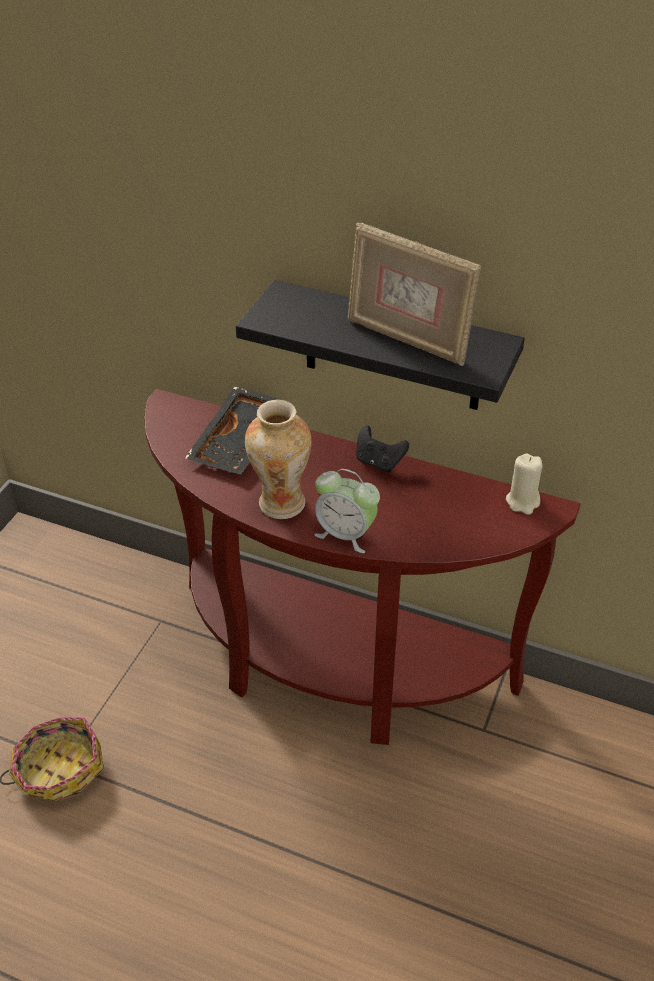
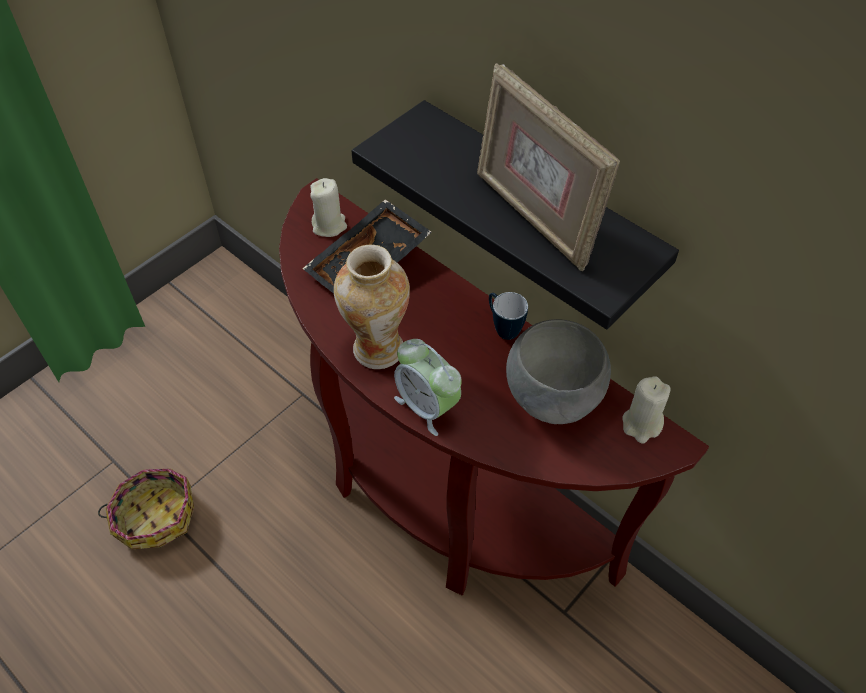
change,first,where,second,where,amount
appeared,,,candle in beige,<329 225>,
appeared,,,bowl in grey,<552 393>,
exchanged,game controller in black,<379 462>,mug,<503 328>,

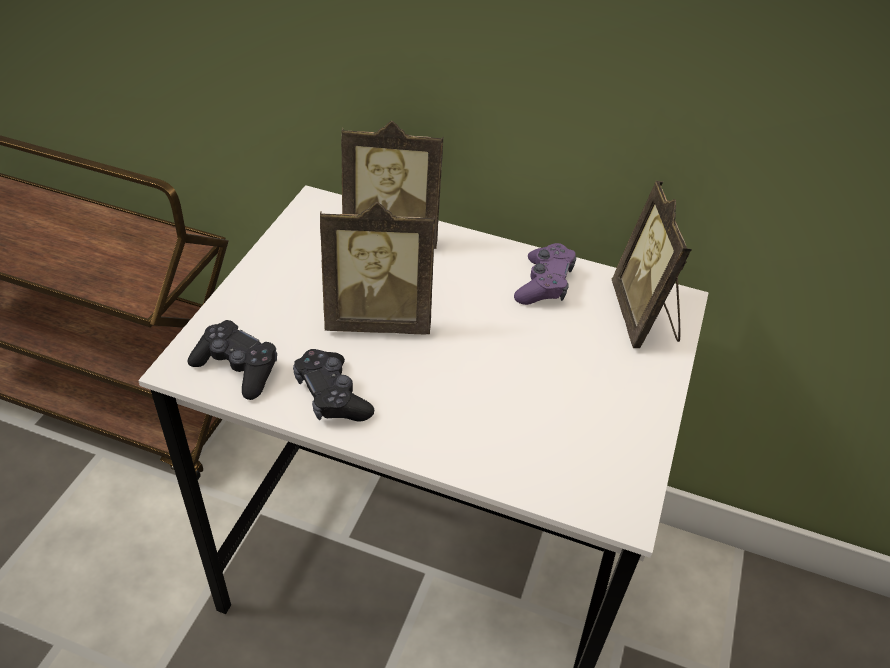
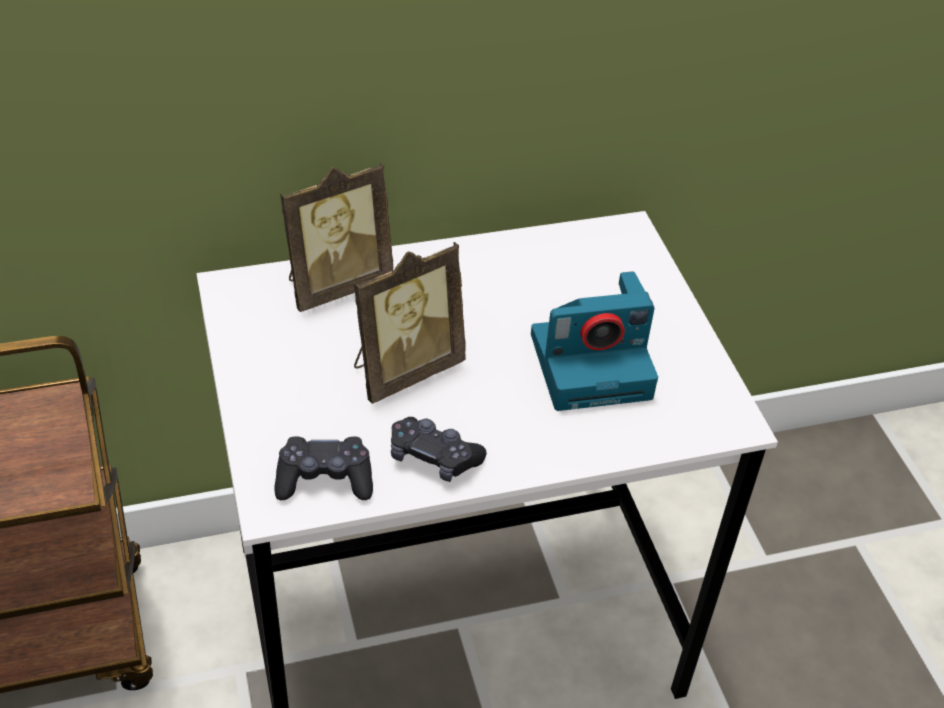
change,first,where,second,where,amount
missing,game controller in purple,<544 284>,,,
missing,picture frame,<644 317>,,,
appeared,,,photo camera,<593 364>,

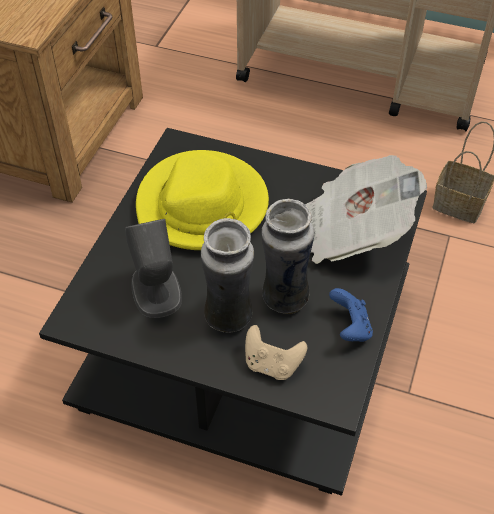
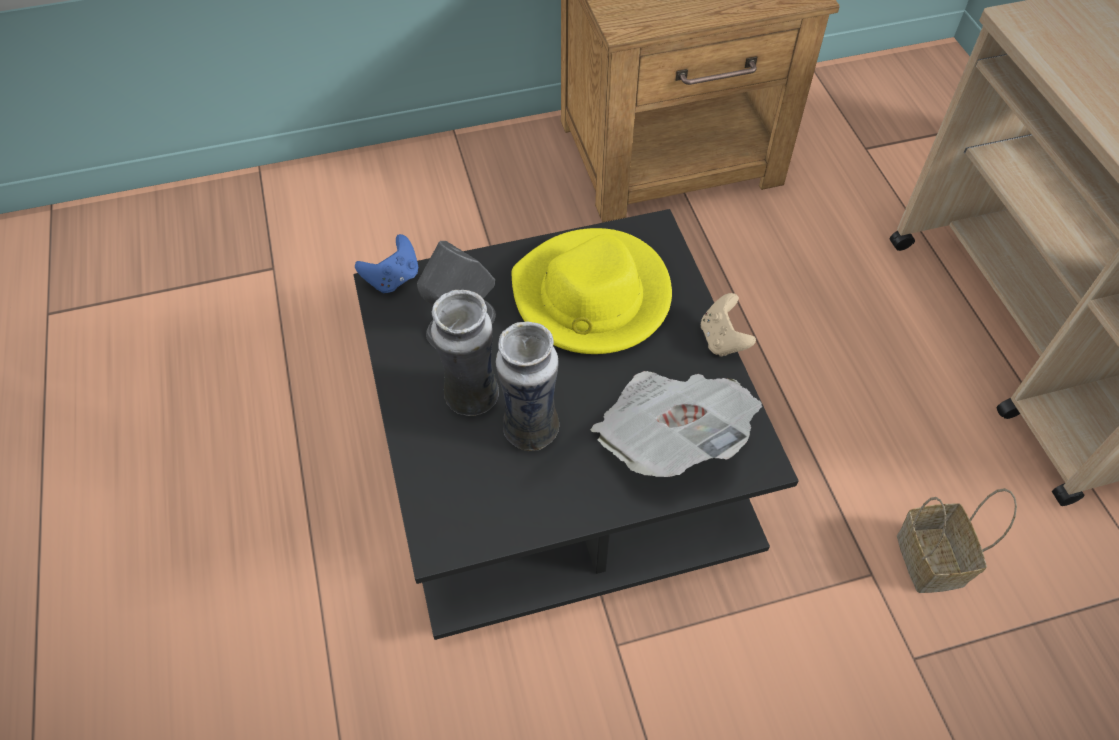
change,first,where,second,where,amount
relocated,game controller in beige,<272 364>,,<722 339>,
relocated,game controller in blue,<350 328>,,<393 279>,

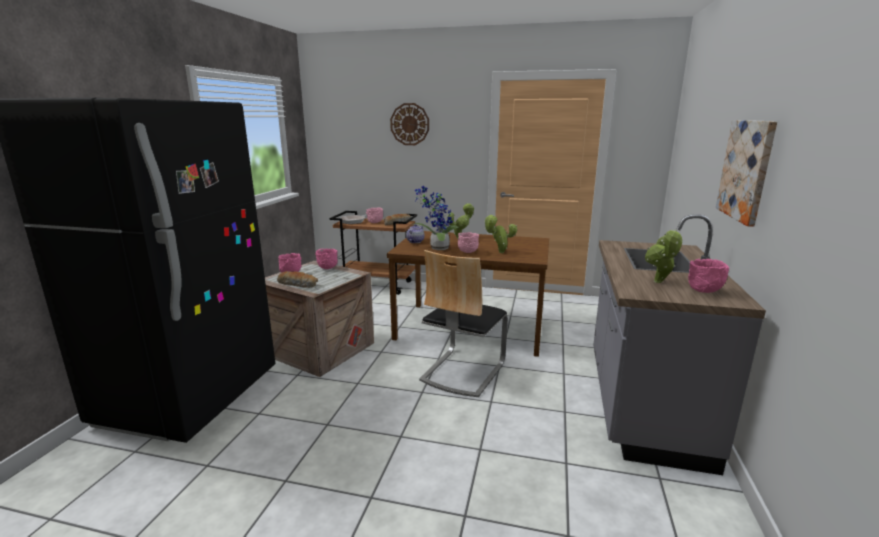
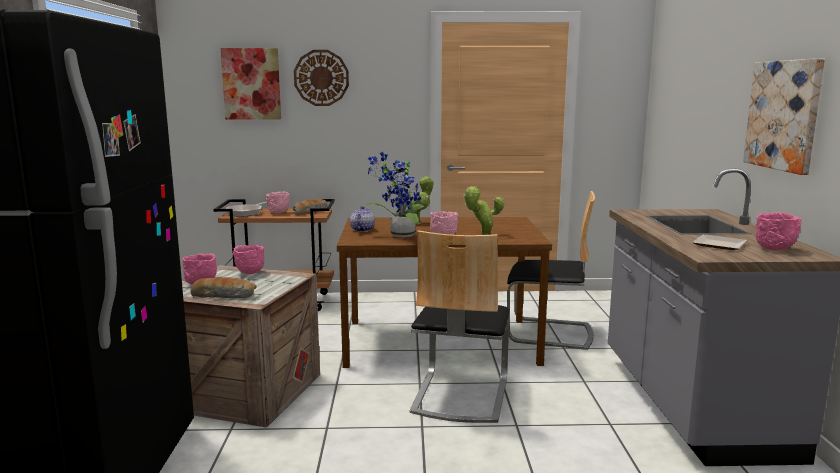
change,first,where,second,where,amount
appeared,,,picture,<251 84>,
appeared,,,chair,<549 333>,
exchanged,potted plant,<659 282>,plate,<721 245>,

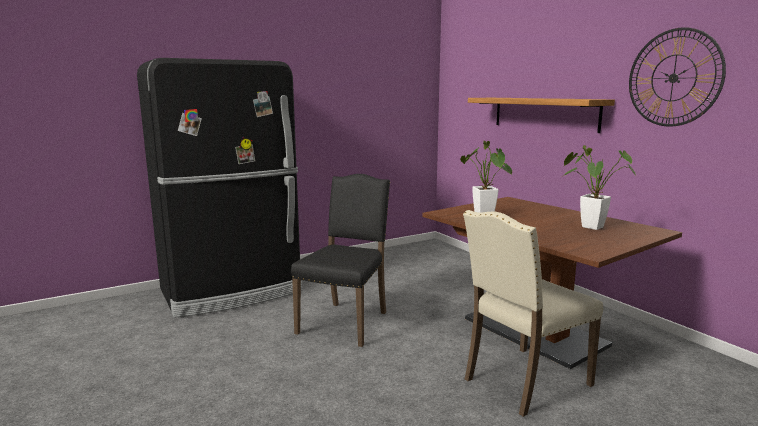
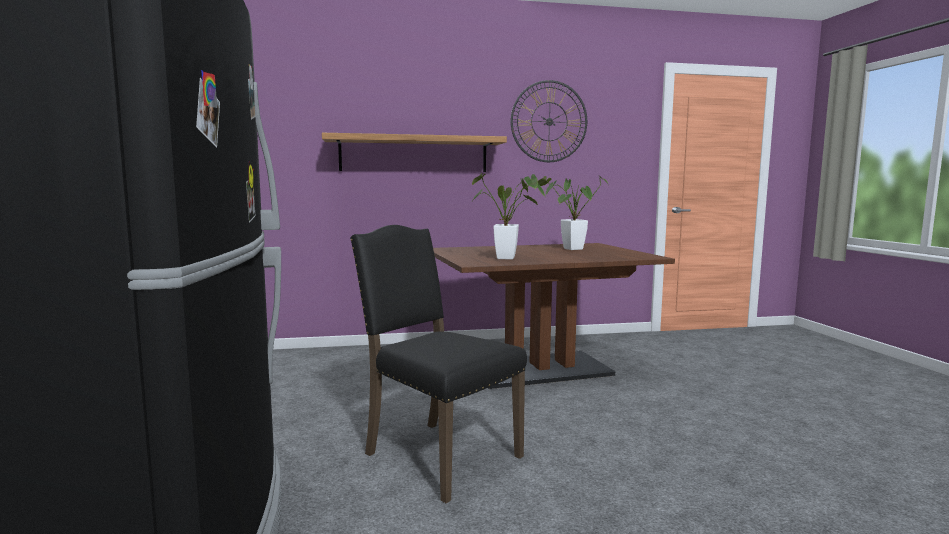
change,first,where,second,where,amount
missing,chair in beige,<523 381>,,,

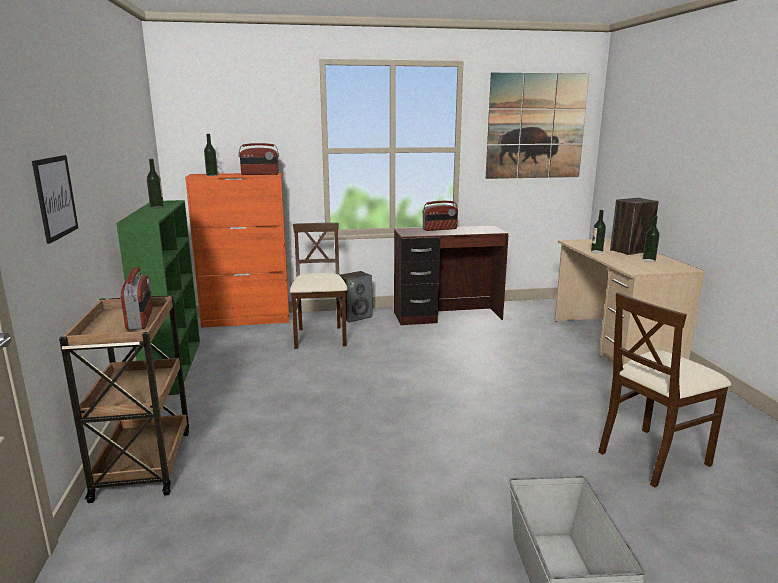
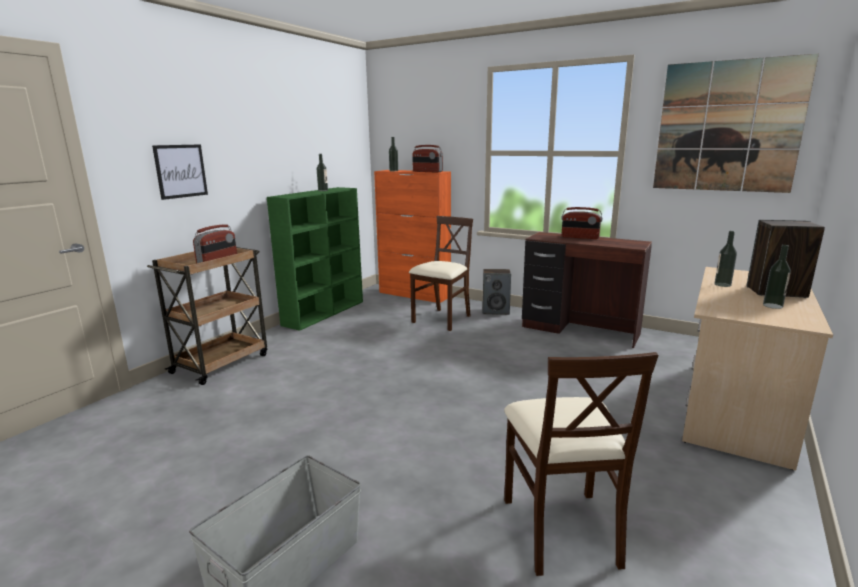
change,first,where,second,where,amount
spun,chair in beige,<652 456>,,<561 529>,105 degrees counterclockwise

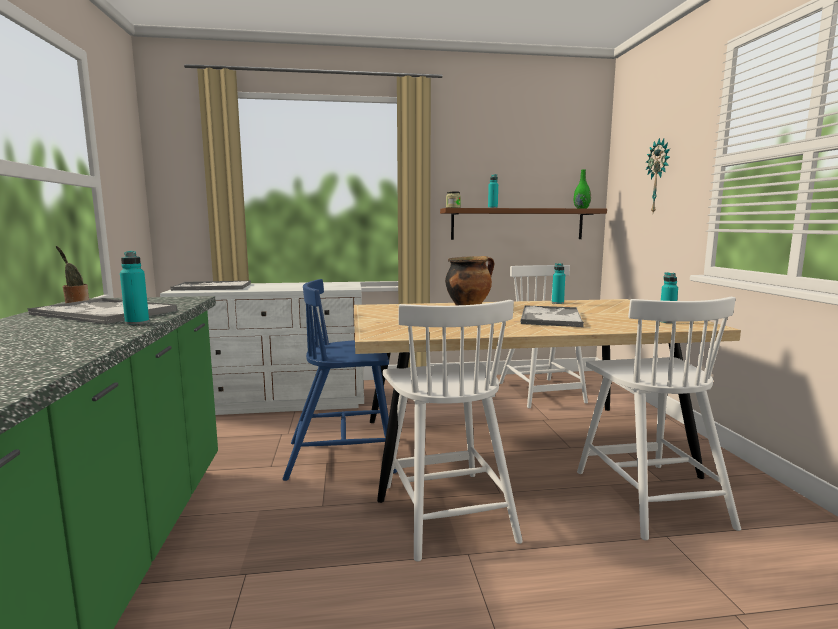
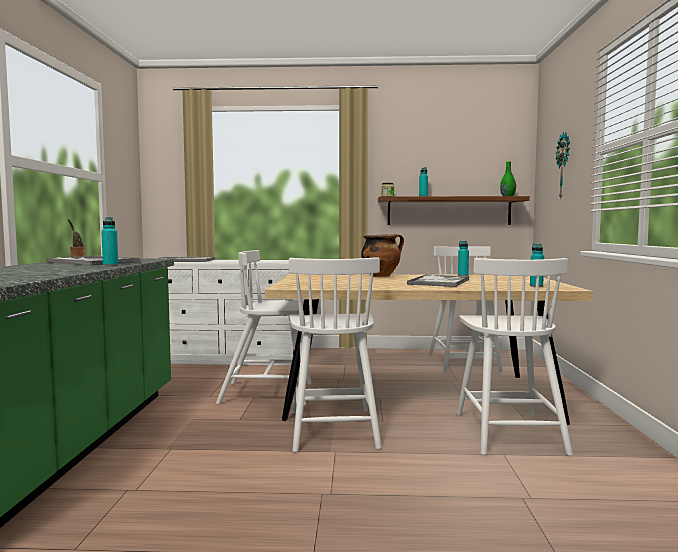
change,first,where,second,where,amount
colour,chair in blue,<343 456>,chair in white,<268 393>,

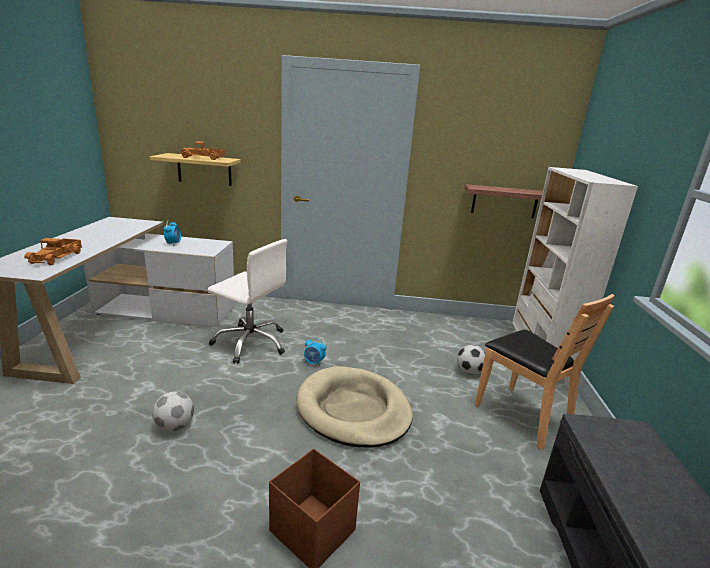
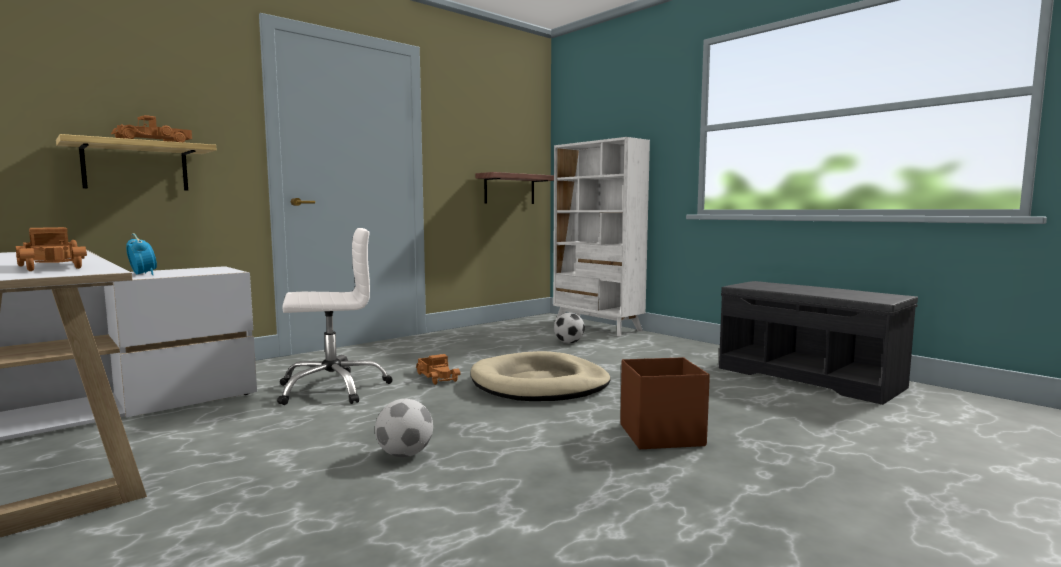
change,first,where,second,where,amount
missing,chair in brown,<521 416>,,,
exchanged,alarm clock,<314 363>,toy truck,<438 376>,

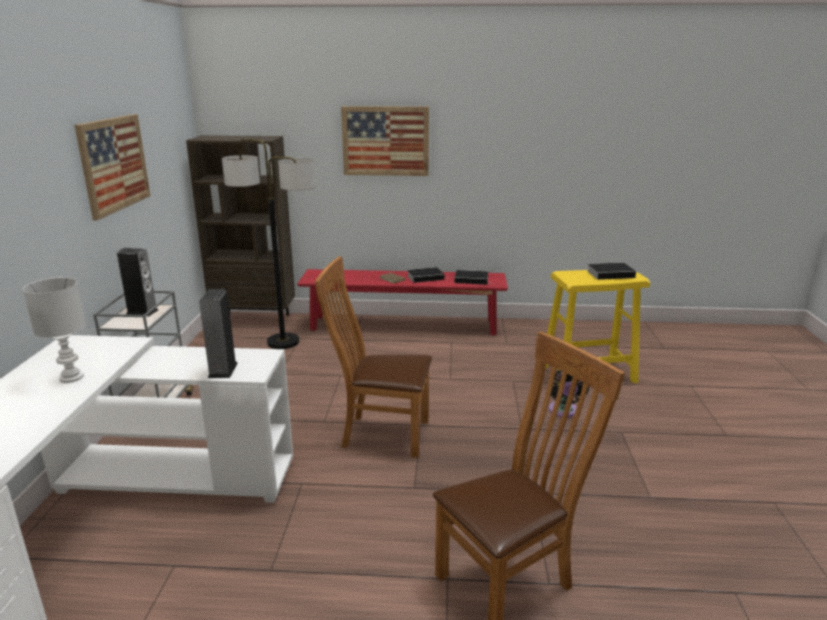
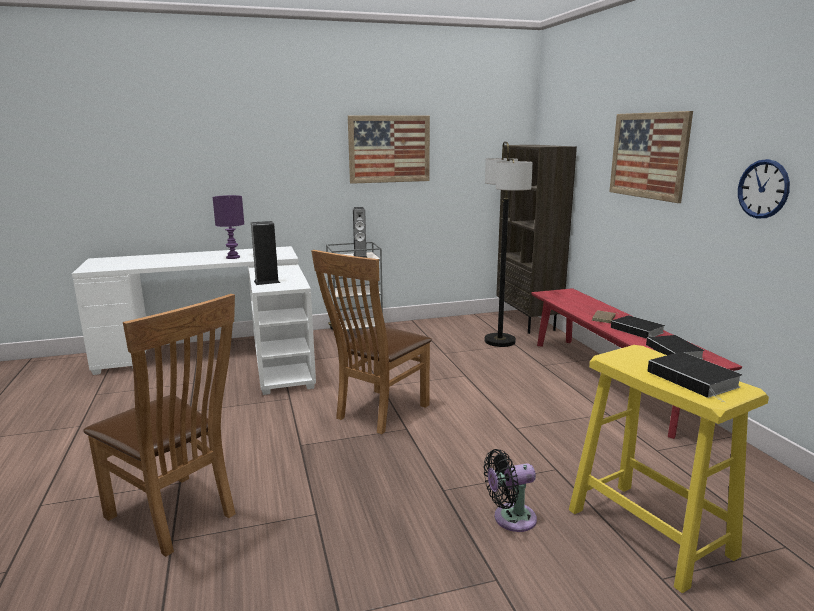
change,first,where,second,where,amount
appeared,,,wall clock,<763 189>,
colour,table lamp in white,<72 377>,table lamp in purple,<233 257>,
spun,chair in brown,<380 433>,,<378 413>,135 degrees counterclockwise

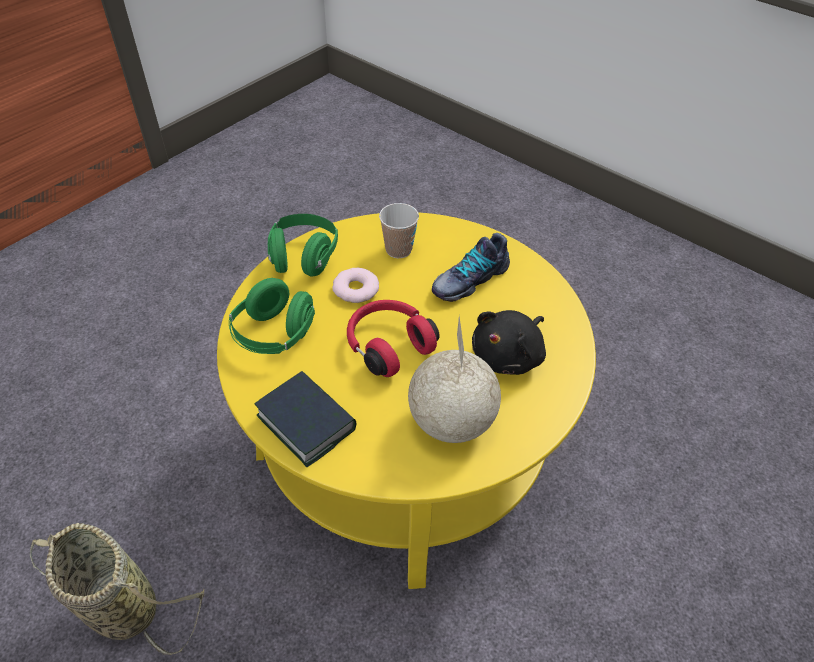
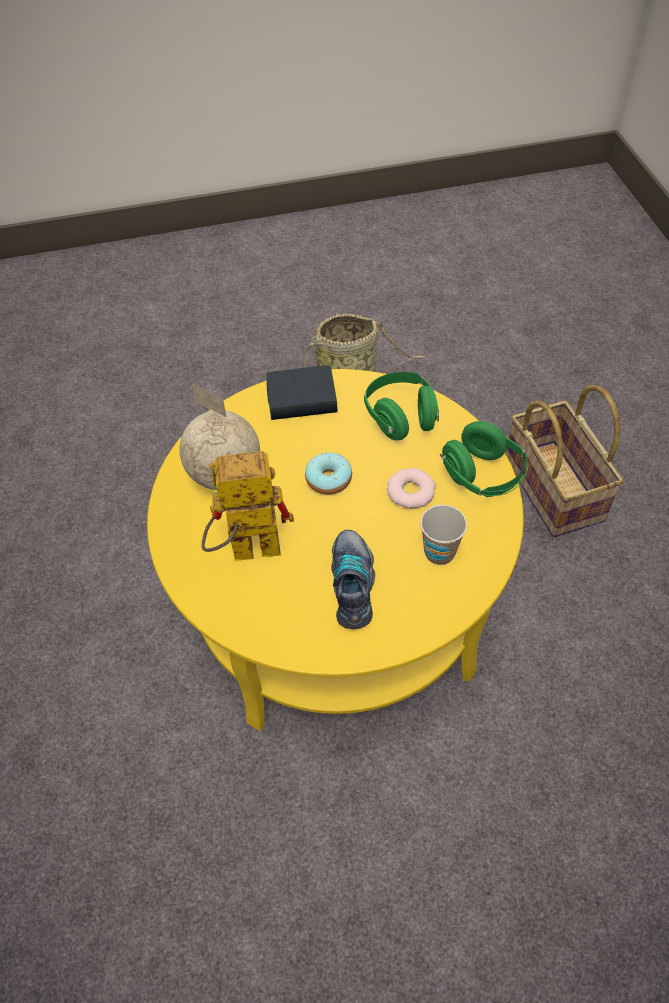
change,first,where,second,where,amount
appeared,,,basket,<555 488>,
exchanged,headphones in red,<388 345>,donut,<328 479>,
exchanged,plush toy in black,<509 356>,toy robot,<244 551>,

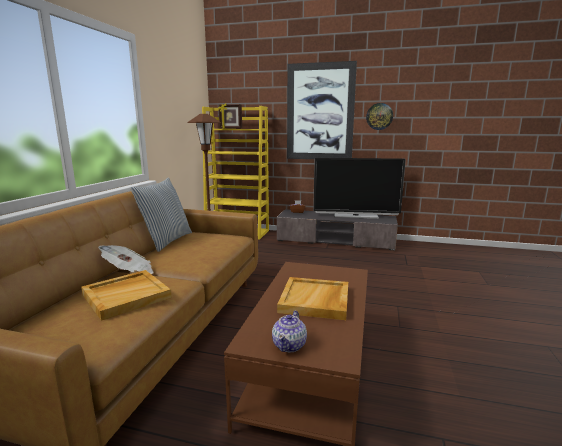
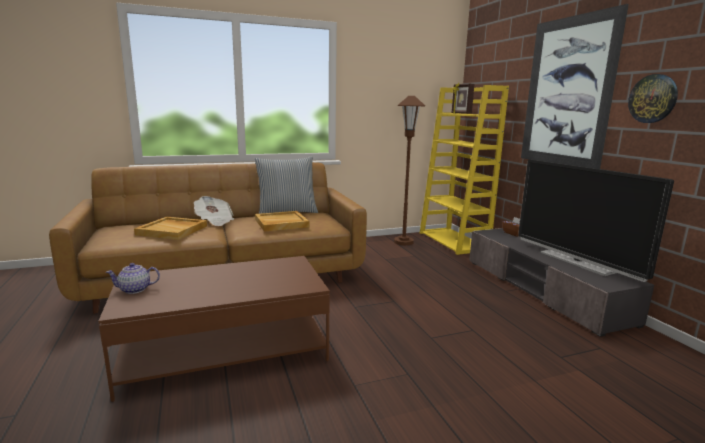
change,first,where,second,where,amount
relocated,tray in beige,<315 300>,,<281 223>,

